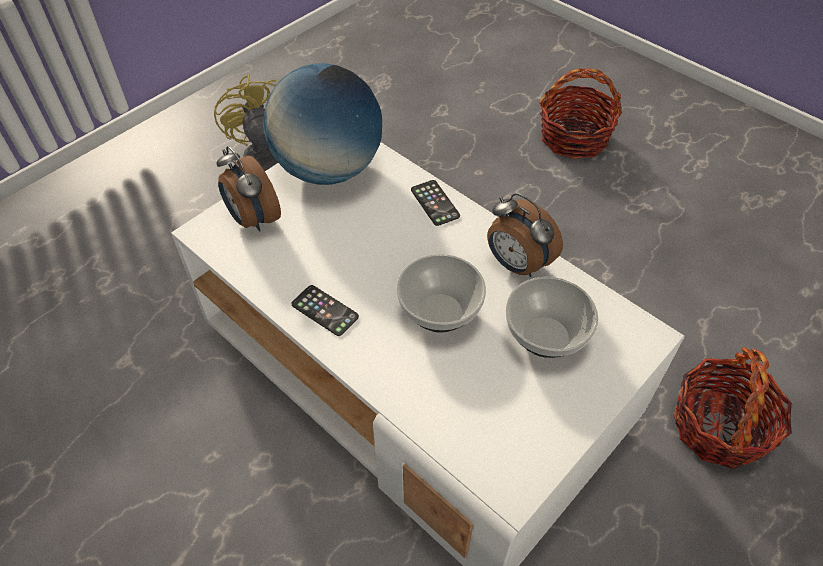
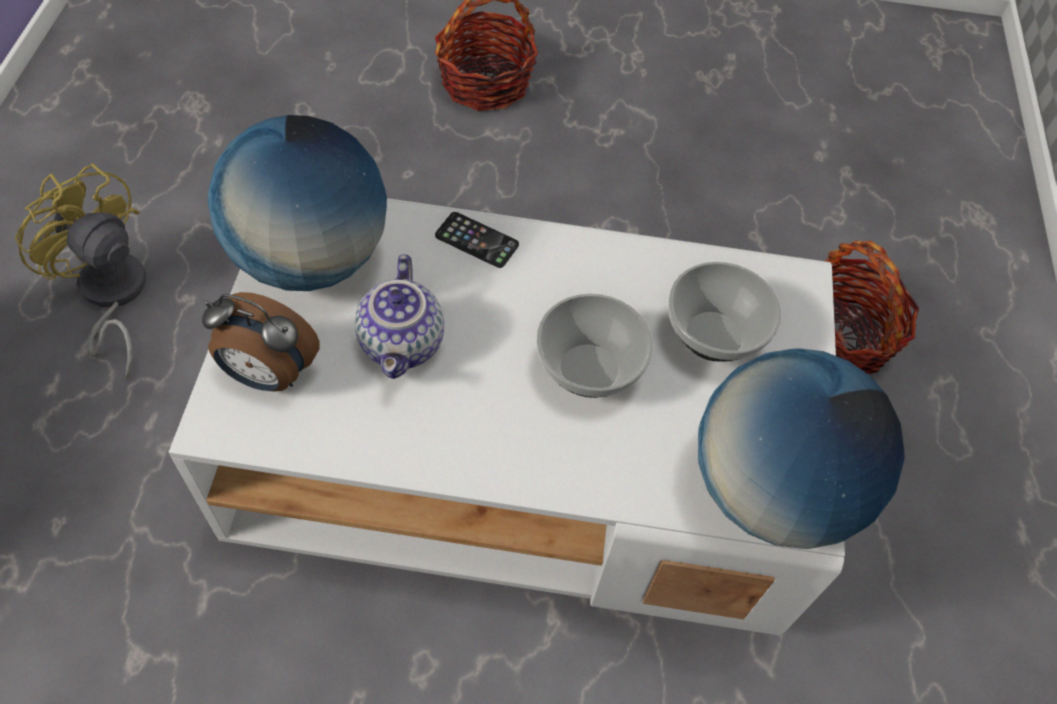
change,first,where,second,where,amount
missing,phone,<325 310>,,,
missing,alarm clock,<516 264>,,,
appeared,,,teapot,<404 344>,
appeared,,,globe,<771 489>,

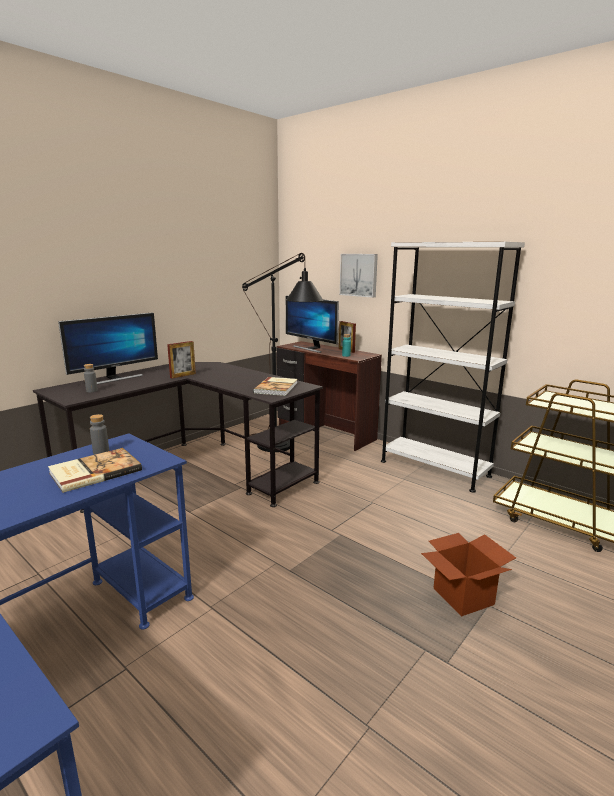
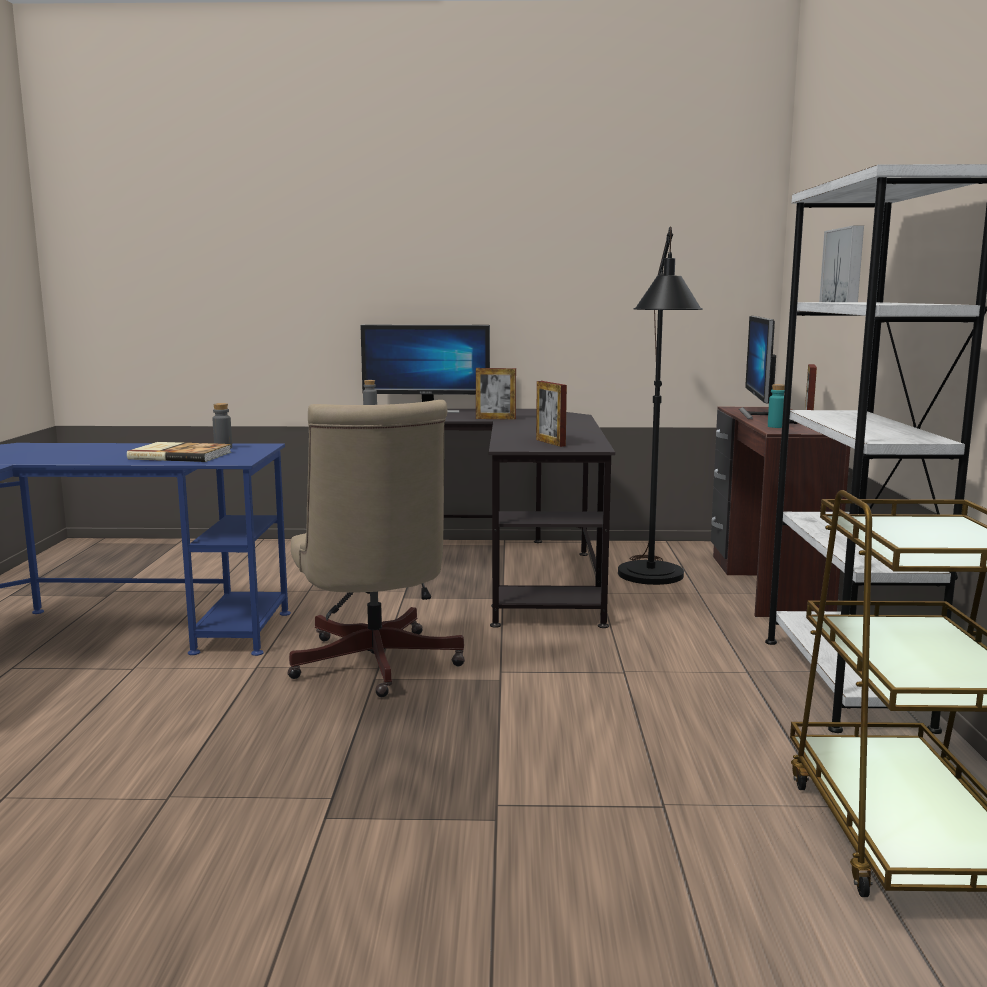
change,first,where,second,where,amount
missing,cardboard box,<463 596>,,,
appeared,,,office chair in beige,<375 667>,
exchanged,book,<277 388>,picture frame,<550 443>,

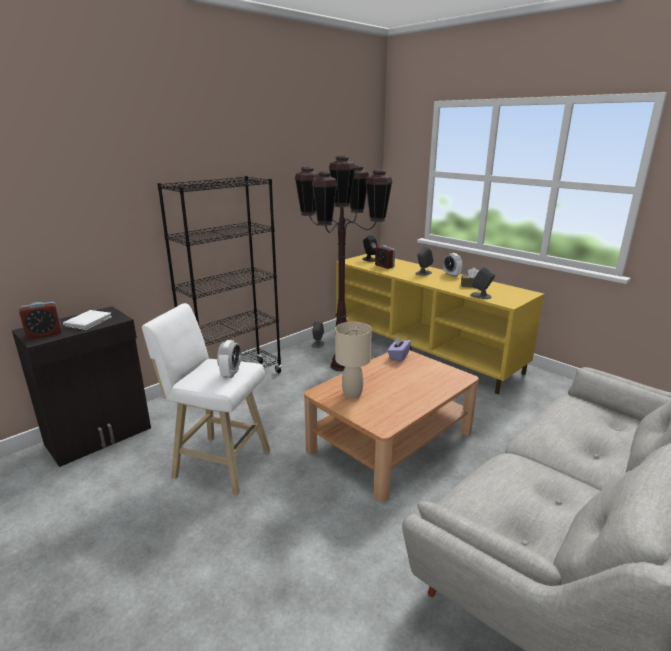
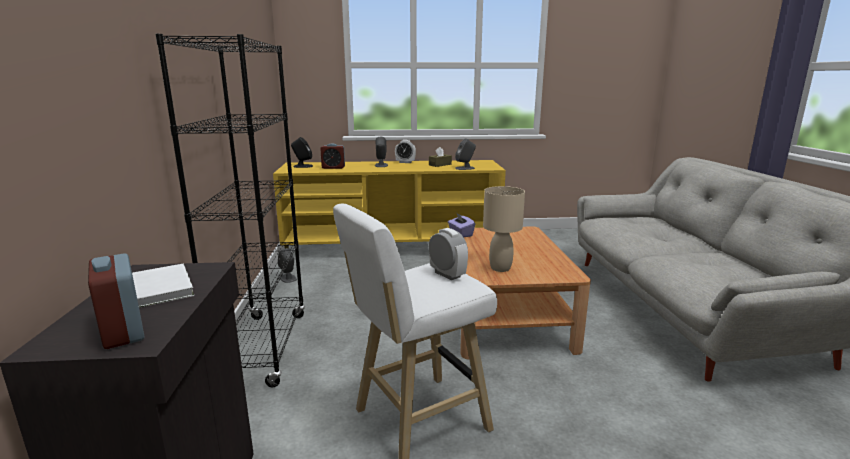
change,first,where,second,where,amount
missing,floor lamp in brown,<340 366>,,,
spun,alarm clock,<44 334>,,<123 331>,135 degrees clockwise

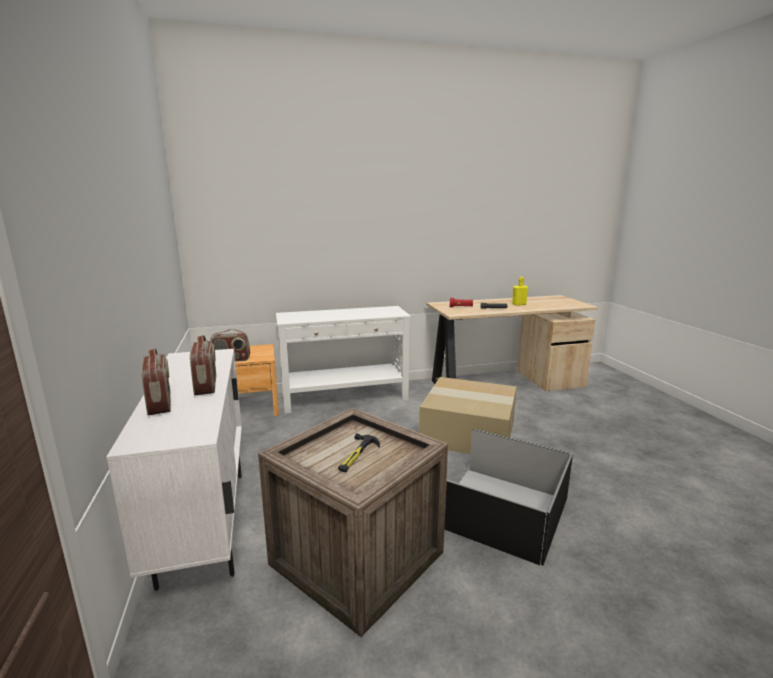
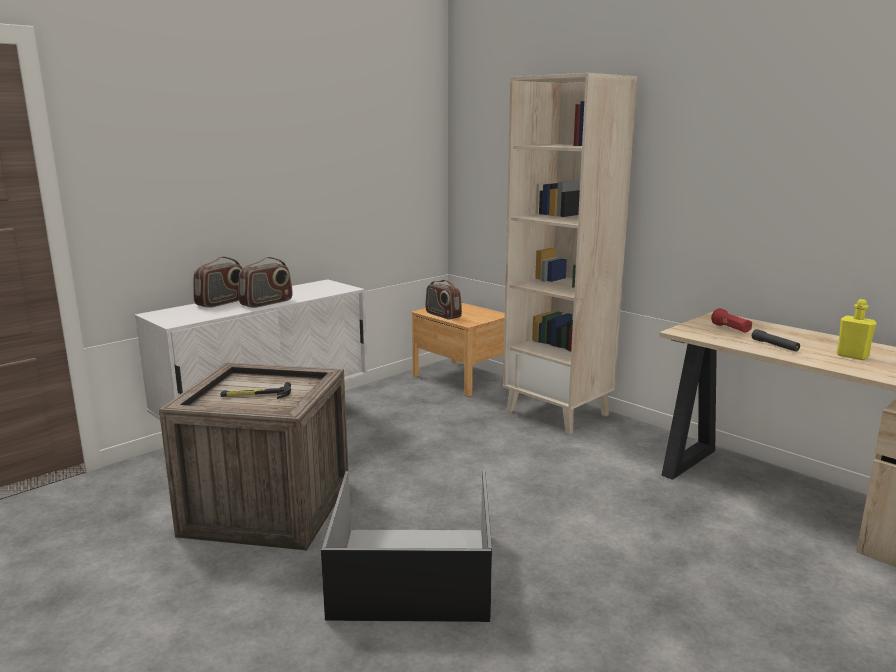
change,first,where,second,where,amount
missing,cardboard box,<470 432>,,,
exchanged,console table in white,<345 398>,bookcase in beige,<558 412>,

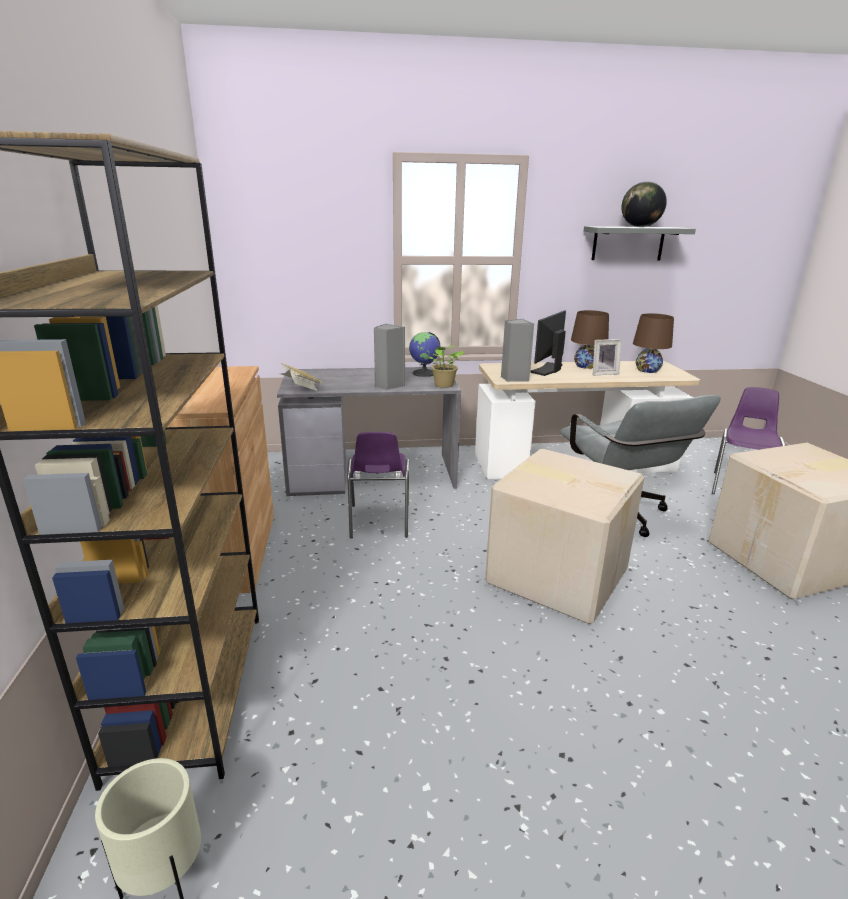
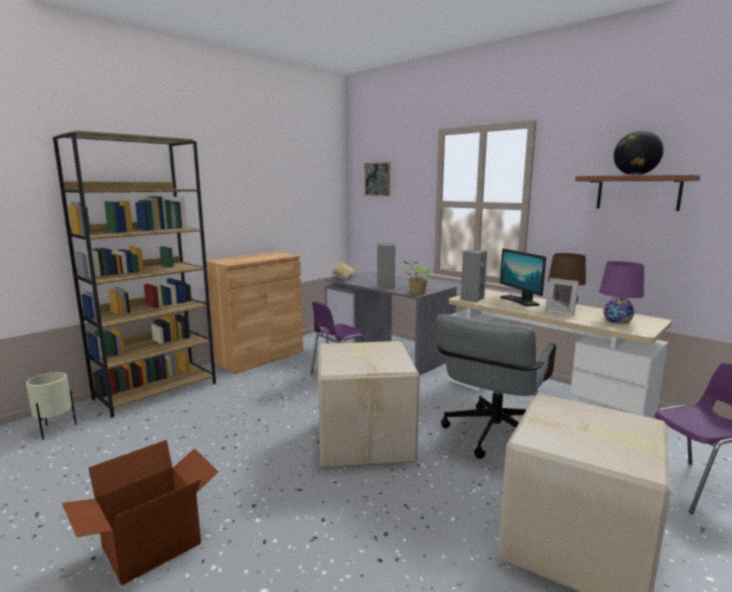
change,first,where,second,where,amount
missing,globe,<424 373>,,,
appeared,,,cardboard box,<152 547>,
appeared,,,picture,<377 179>,
colour,shelf in grey,<628 243>,shelf in brown,<638 192>,
colour,table lamp in brown,<647 370>,table lamp in purple,<617 320>,
spun,monitor,<548 369>,,<520 301>,105 degrees counterclockwise

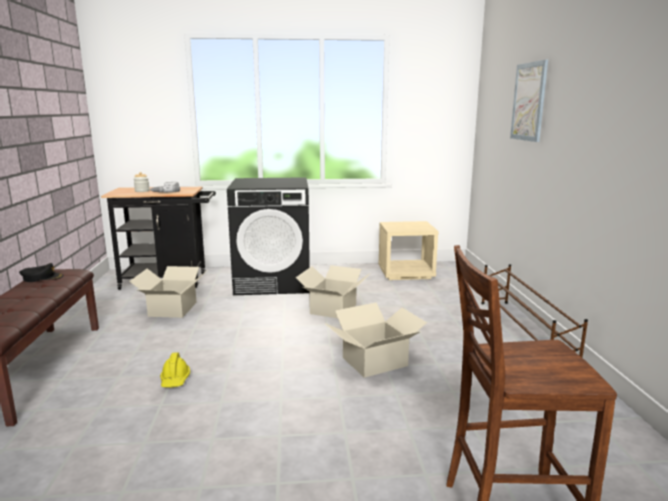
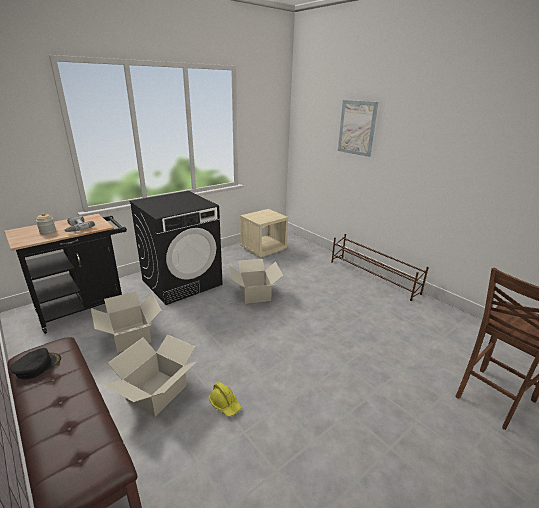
change,first,where,second,where,amount
relocated,cardboard box,<375 362>,,<157 392>,

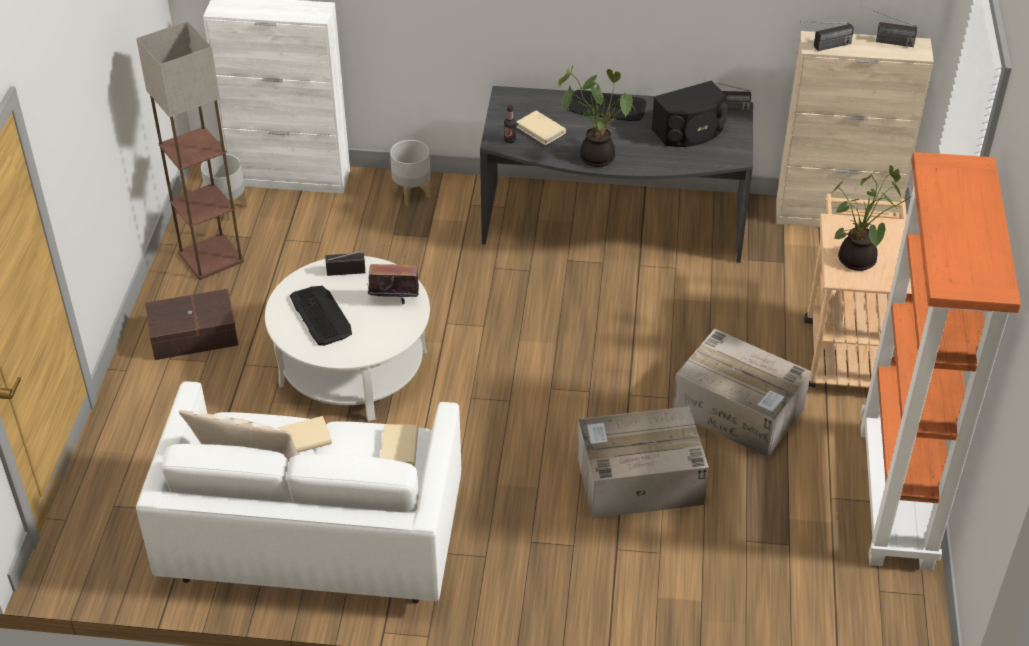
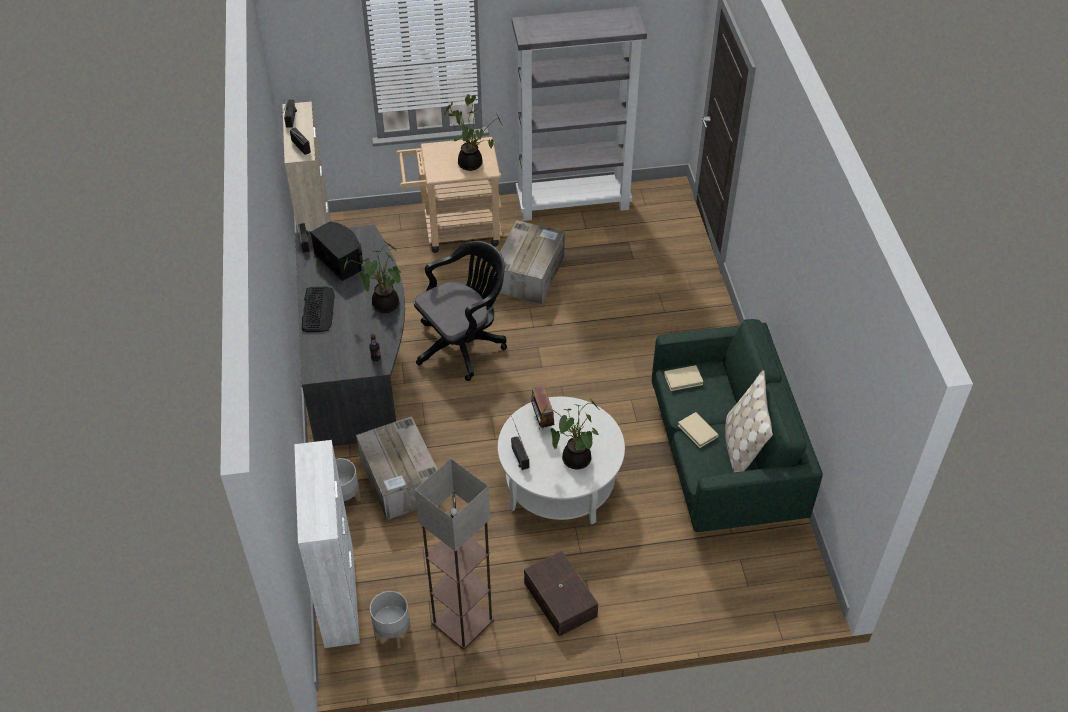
change,first,where,second,where,amount
missing,book in beige,<541 130>,,,
appeared,,,office chair in black,<463 344>,
relocated,cardboard box,<637 480>,,<401 480>,
exchanged,keyboard,<320 315>,potted plant,<573 459>,
colour,sofa in white,<314 539>,sofa in green,<723 459>,
colour,bookcase in orange,<897 497>,bookcase in grey,<574 202>,

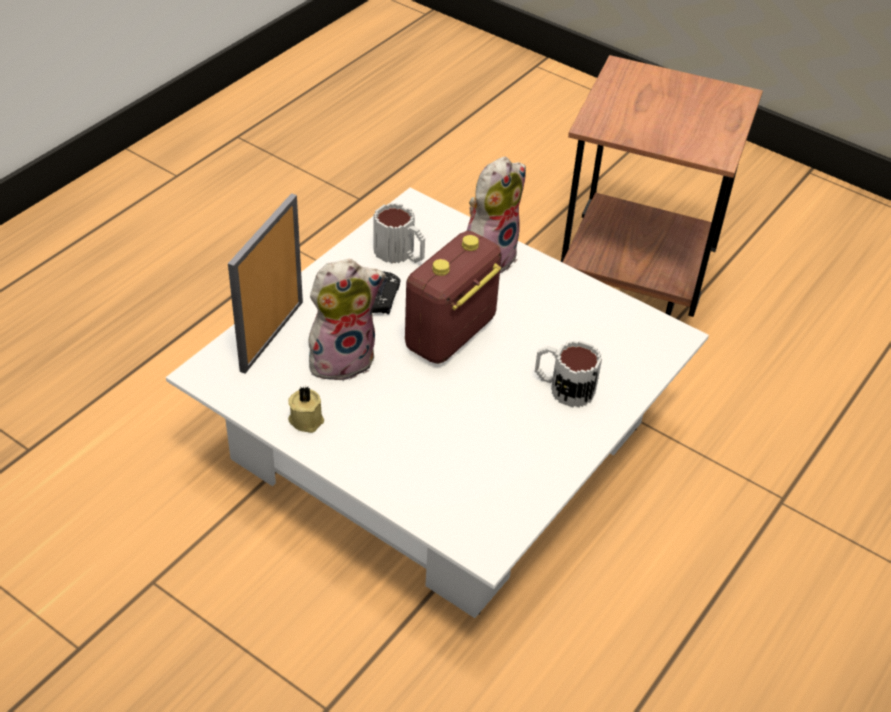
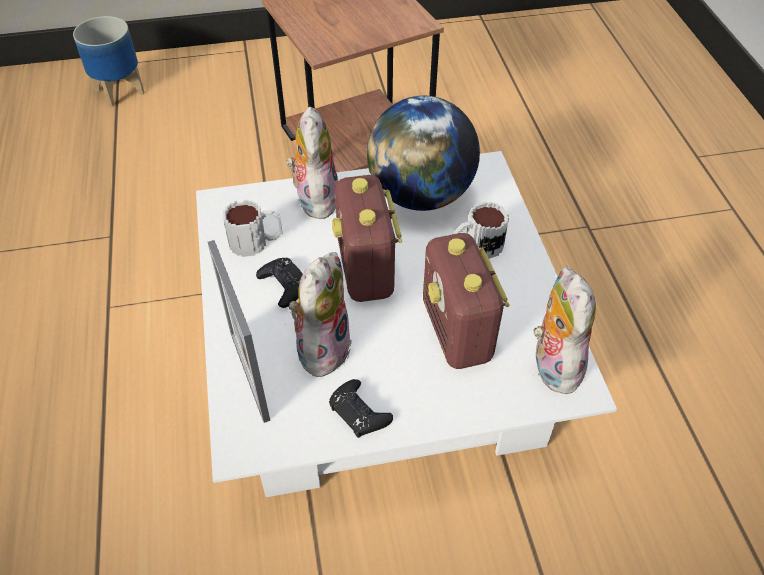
change,first,where,second,where,amount
appeared,,,planter,<120 91>,
appeared,,,globe,<420 195>,
appeared,,,radio,<457 332>,
appeared,,,plush toy,<552 364>,
exchanged,candle in beige,<306 419>,game controller in black,<359 412>,

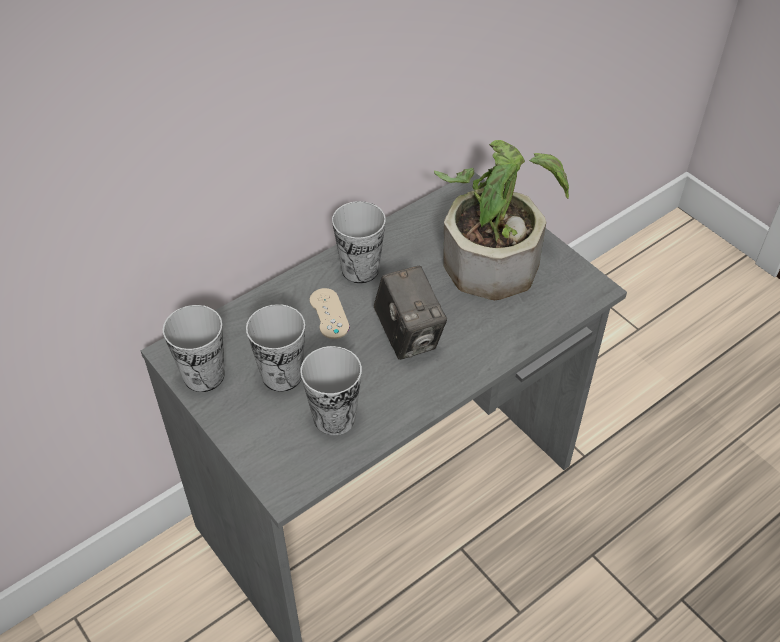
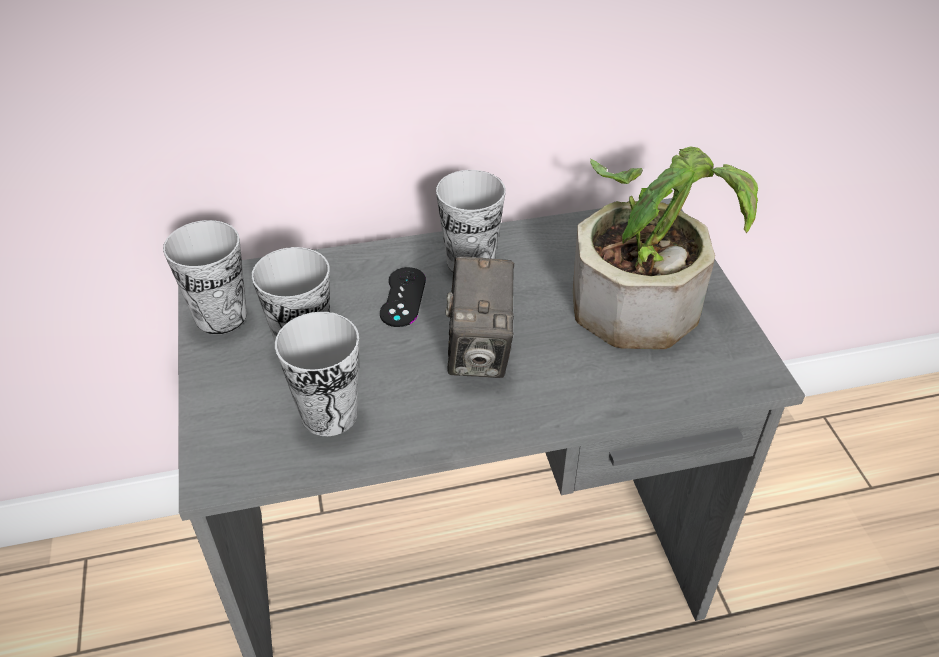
change,first,where,second,where,amount
colour,game controller in beige,<329 313>,game controller in black,<403 297>,

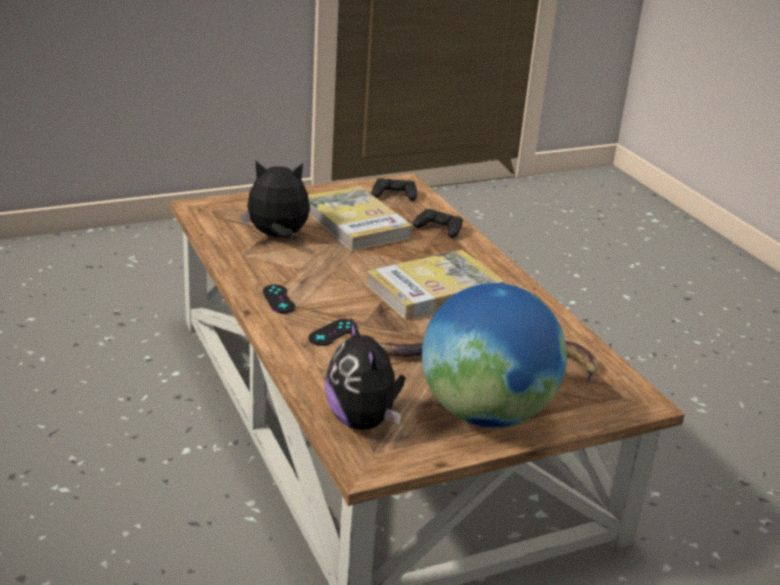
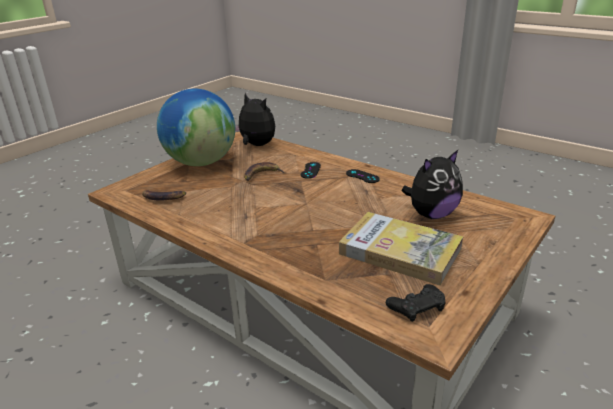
change,first,where,second,where,amount
missing,book,<434 290>,,,
missing,game controller in black,<439 229>,,,

